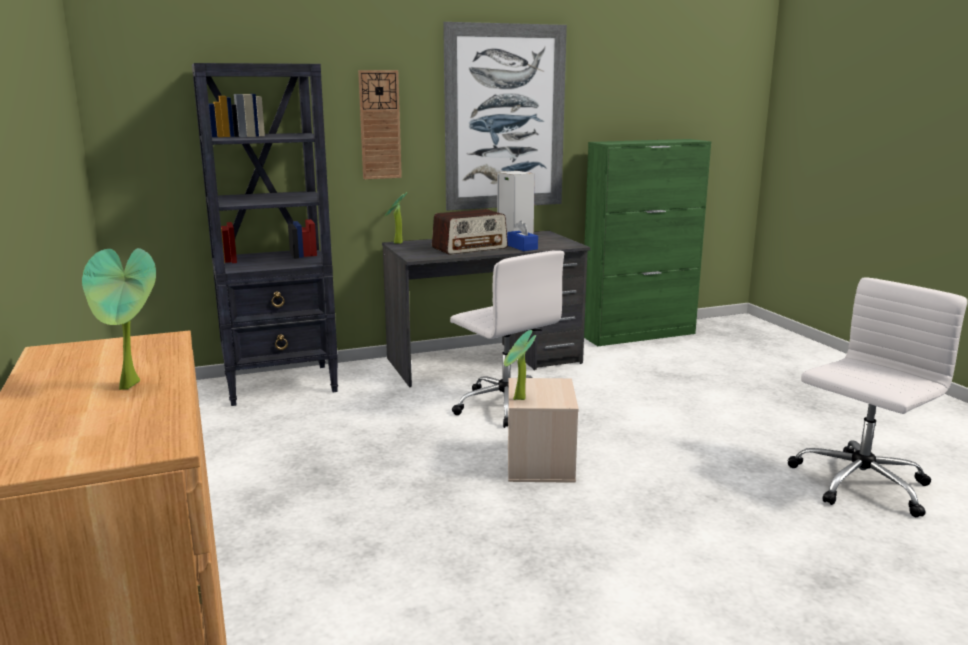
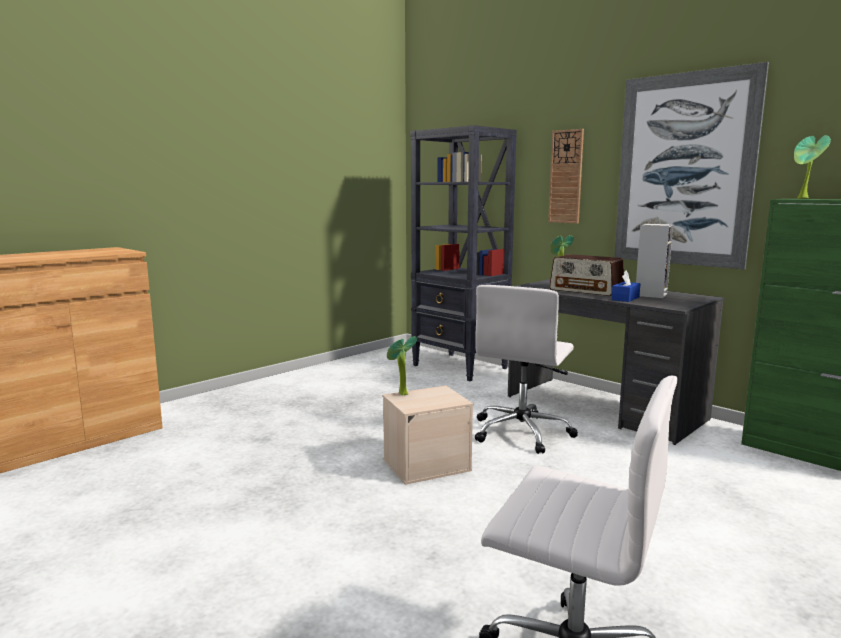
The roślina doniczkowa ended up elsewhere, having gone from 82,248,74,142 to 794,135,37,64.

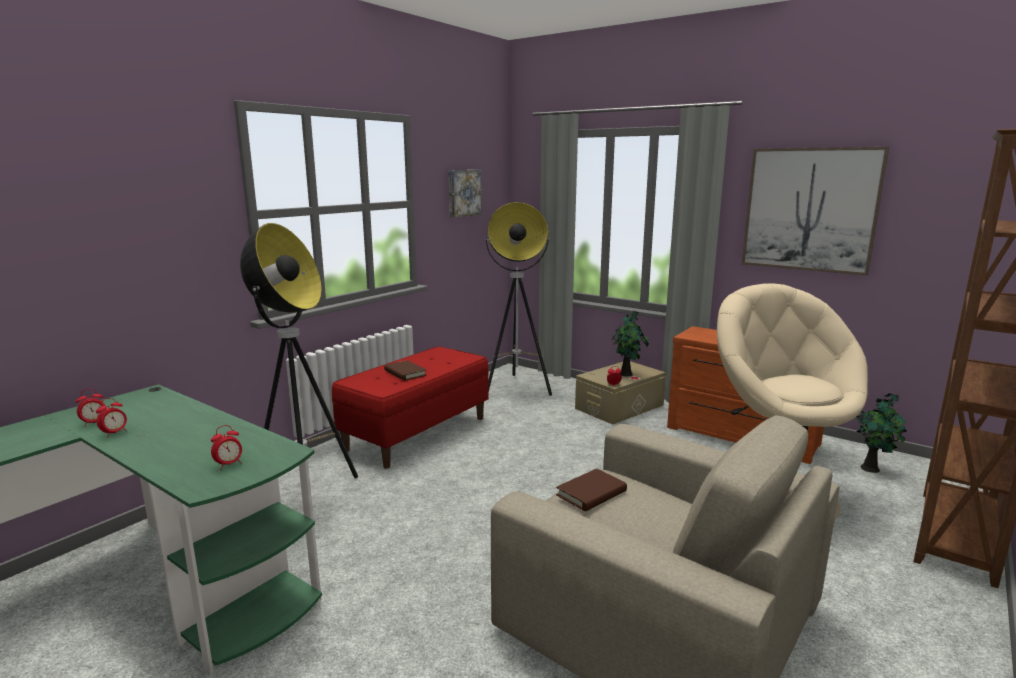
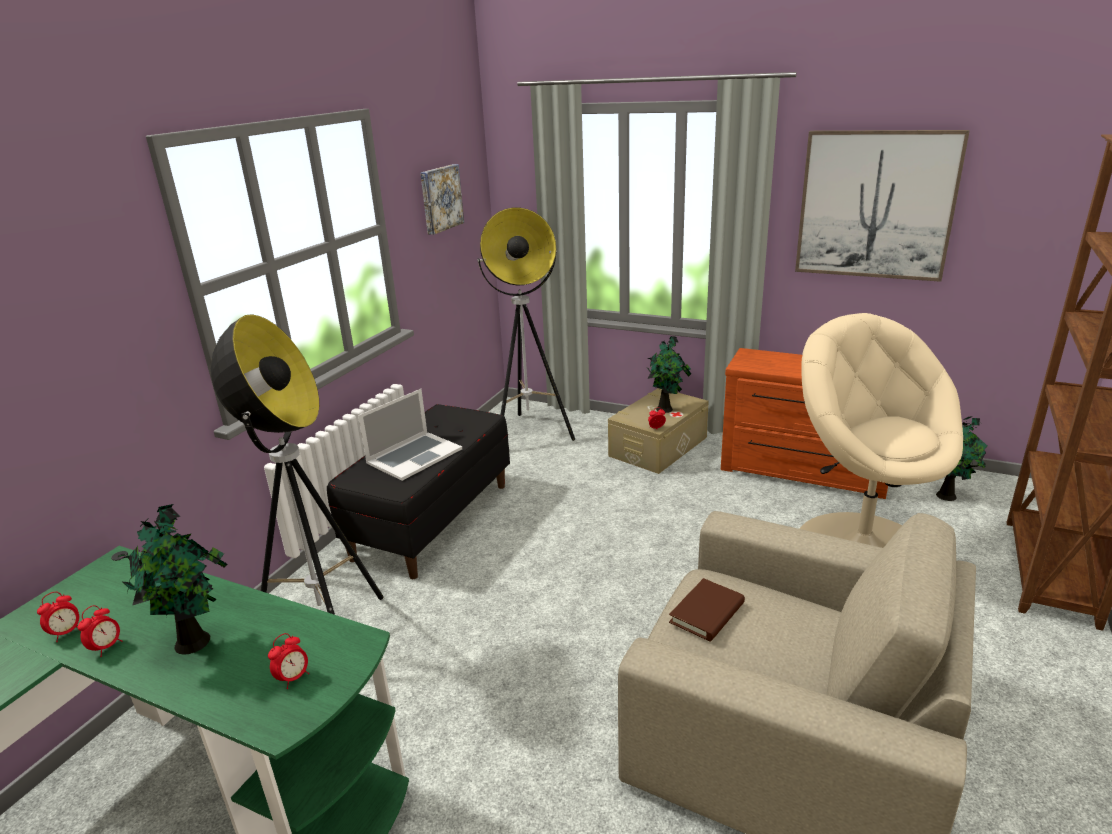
The second view gained the roślina doniczkowa at 121,504,107,151. Where the książka (brązowy) stood at 384,360,43,21, the laptop came to stand at 358,389,104,92. What was the ławka (czerwony) at 332,346,157,123 turned into the ławka (czarny) at 327,404,183,175.

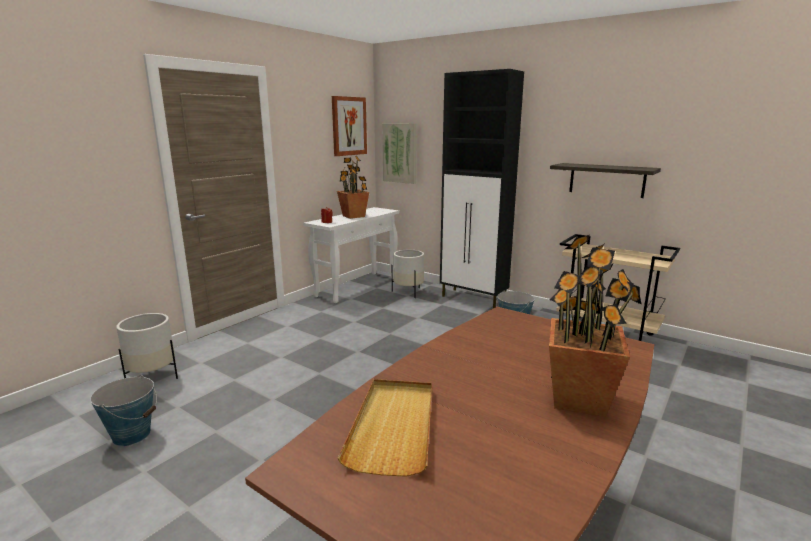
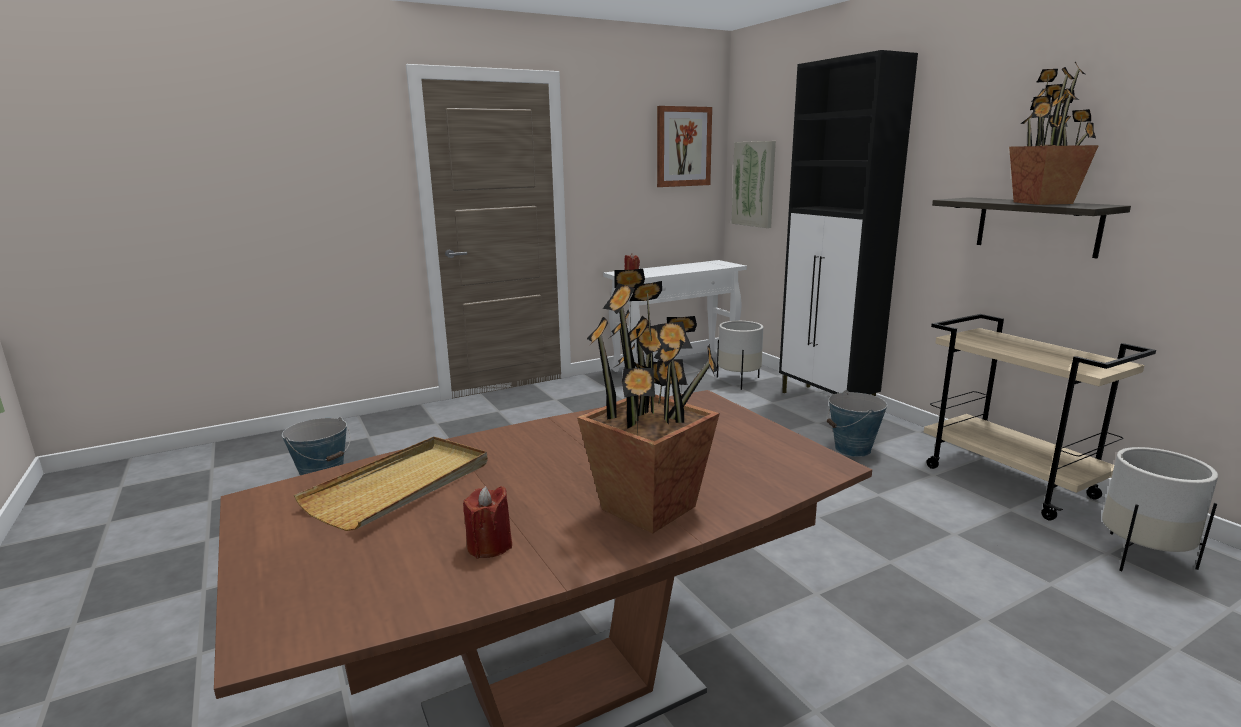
The second view gained the świeca (czerwony) at 463,486,49,73. The donica (biały) ended up elsewhere, having gone from 116,313,62,66 to 1102,447,116,124. The roślina doniczkowa ended up elsewhere, having gone from 337,156,32,63 to 1009,61,90,144.

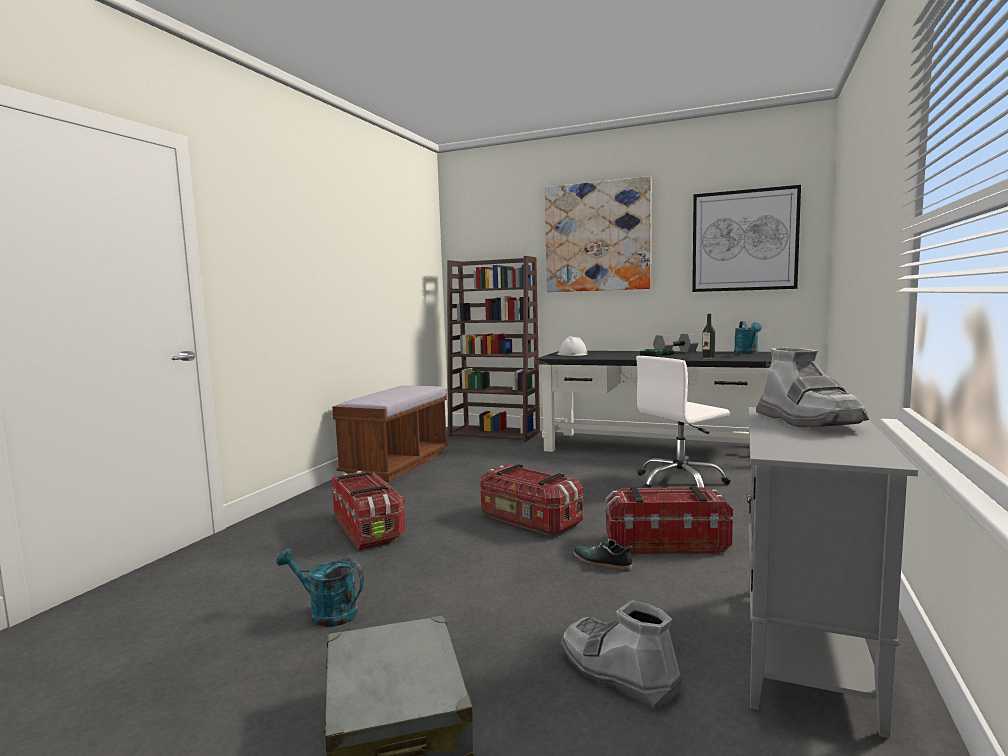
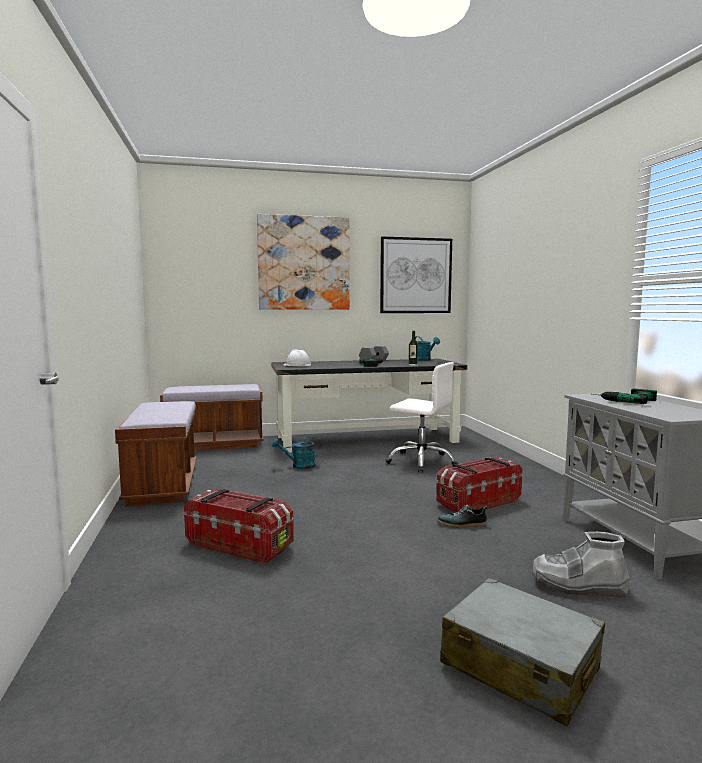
The second view lost the pojemnik do przechowywania at 480,464,104,71. The konewka (turkusowy) ended up elsewhere, having gone from 276,548,88,79 to 272,436,49,33. Where the regał (brązowy) stood at 447,256,93,186, the ławka (brązowy) came to stand at 160,384,103,67. Where the but z cholewką (szary) stood at 756,348,113,79, the wiertarka came to stand at 591,388,66,16. The krzesło biurowe (biały) at 636,356,95,132 ended up facing another way, 90 degrees counterclockwise from before.

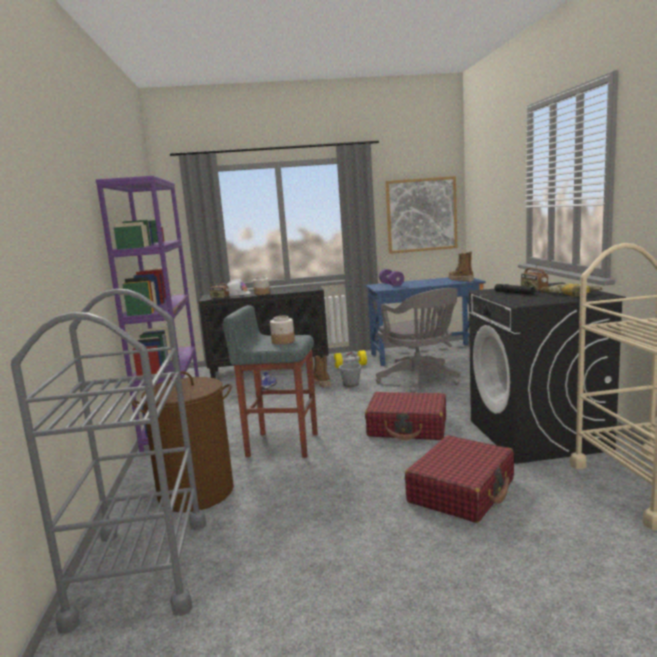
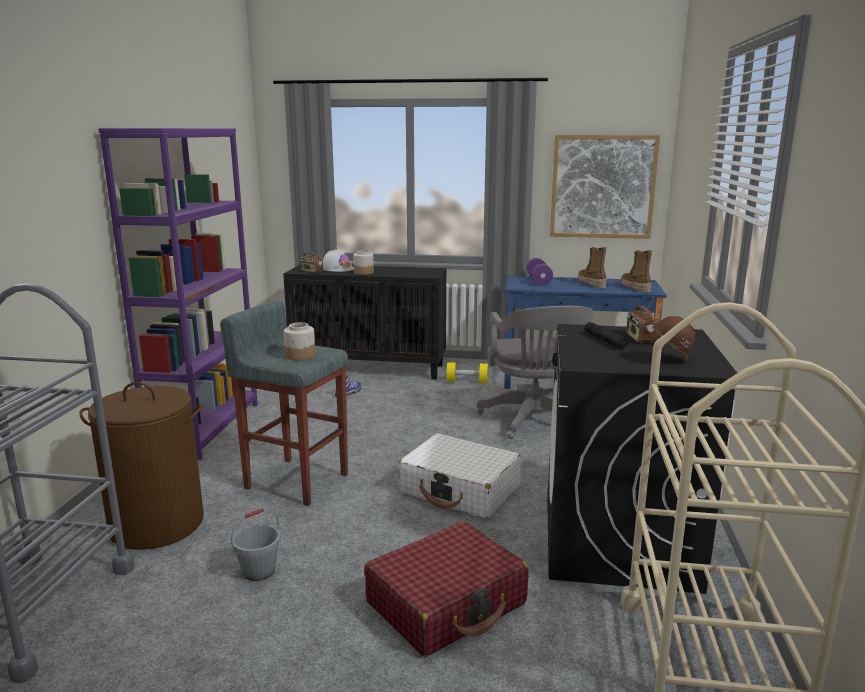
The but z cholewką ended up elsewhere, having gone from 313,355,18,33 to 578,247,29,41. The wiadro (szary) ended up elsewhere, having gone from 339,352,23,35 to 231,508,50,73. Where the wiertarka stood at 540,283,62,14, the kask (brązowy) came to stand at 652,316,43,45. What was the walizka (czerwony) at 365,392,81,48 turned into the walizka (biały) at 398,433,123,86.

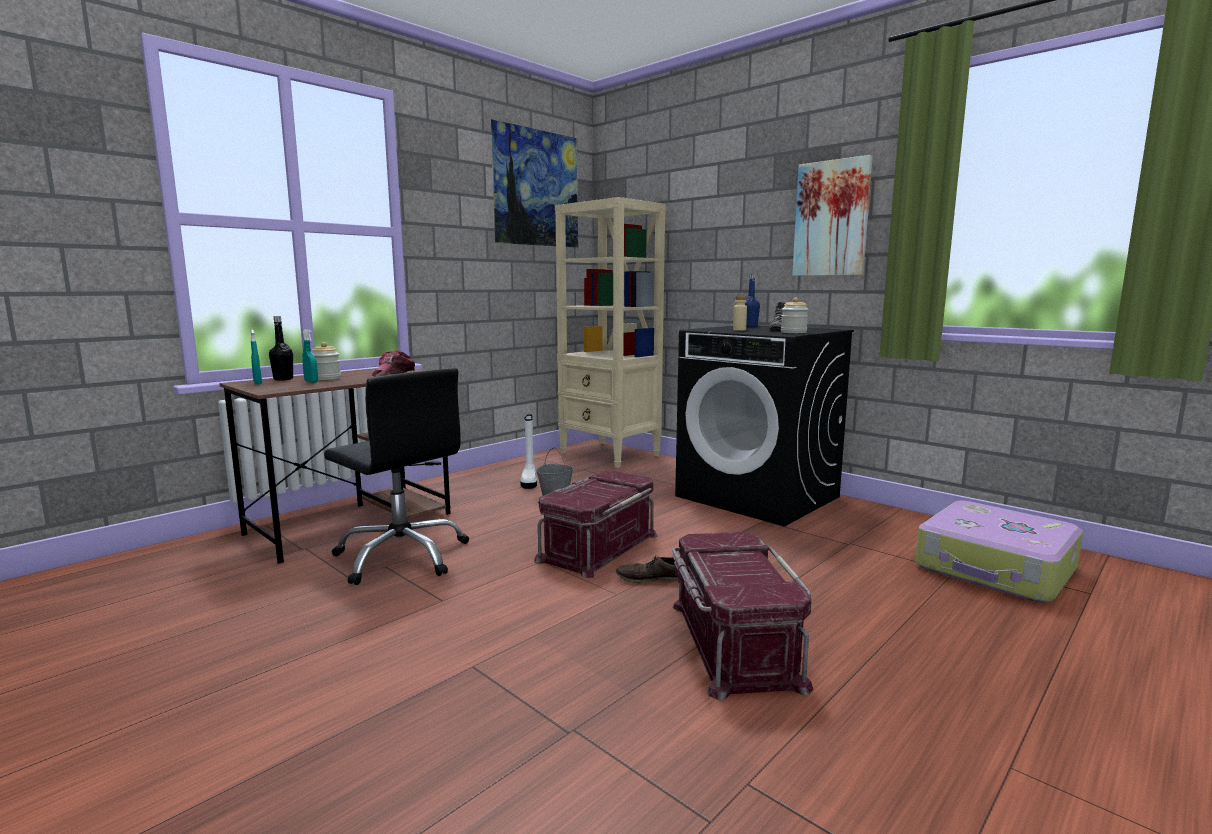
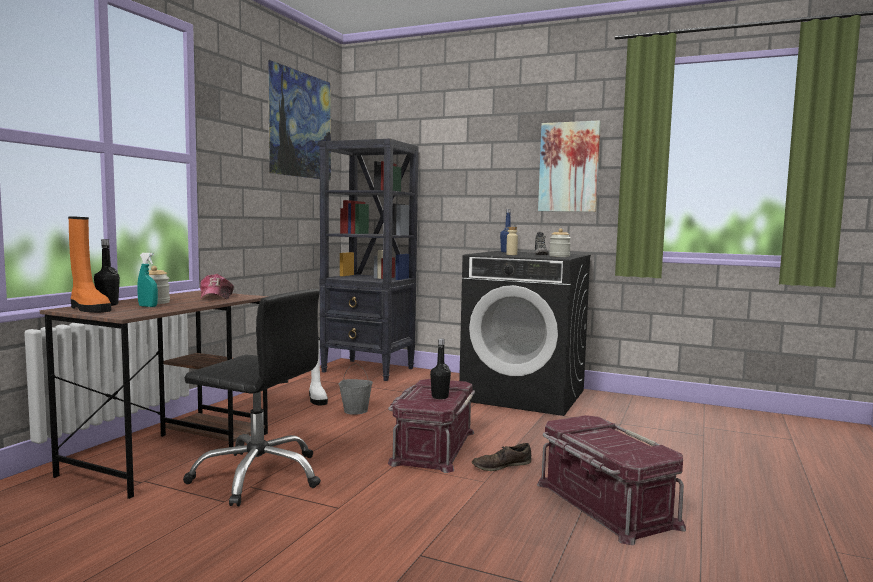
The second view lost the walizka at 915,500,168,103. The second view gained the butelka (czarny) at 430,339,21,60. Where the spryskiwacz (turkusowy) stood at 250,329,12,55, the but z cholewką (pomarańczowy) came to stand at 68,216,43,97. What was the regał (beżowy) at 555,197,111,271 turned into the regał (czarny) at 319,139,100,242.

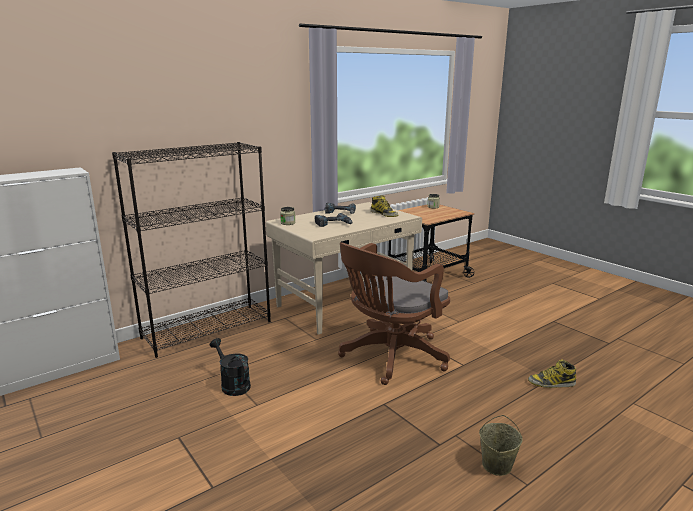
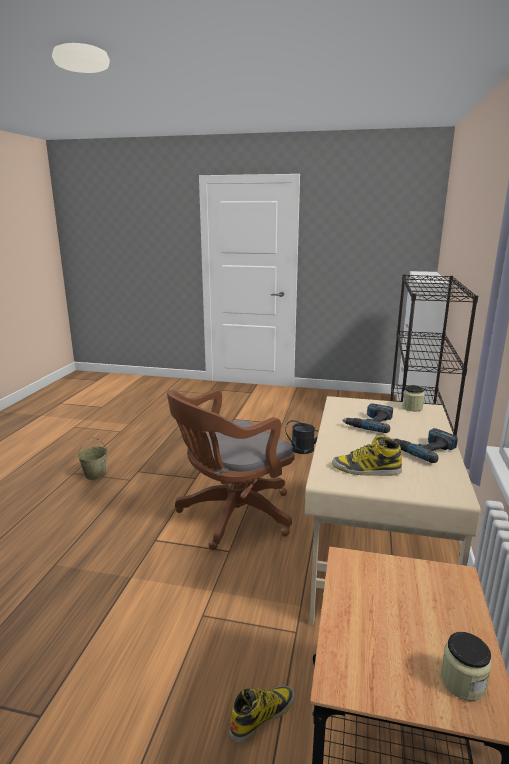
The but z cholewką ended up elsewhere, having gone from 528,360,48,28 to 229,686,66,57. The krzesło biurowe (brązowy) at 338,243,112,142 ended up facing another way, 135 degrees counterclockwise from before.

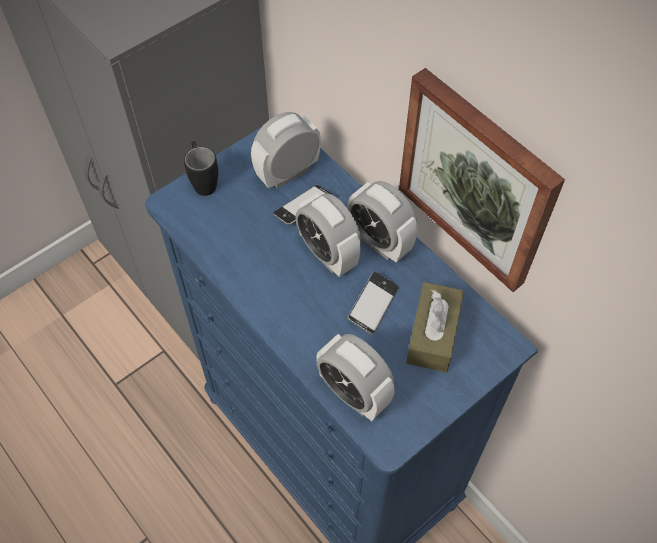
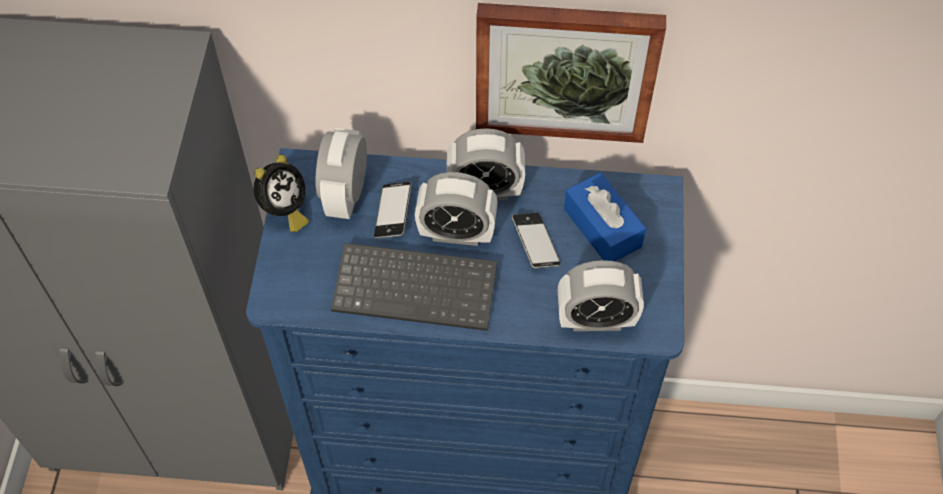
The second view lost the kubek (czarny) at 184,141,34,55. The second view gained the budzik at 254,154,55,78. The second view gained the klawiatura at 331,243,166,88. What was the pudełko chusteczek (brązowy) at 406,282,58,91 turned into the pudełko chusteczek (niebieski) at 564,173,82,88.

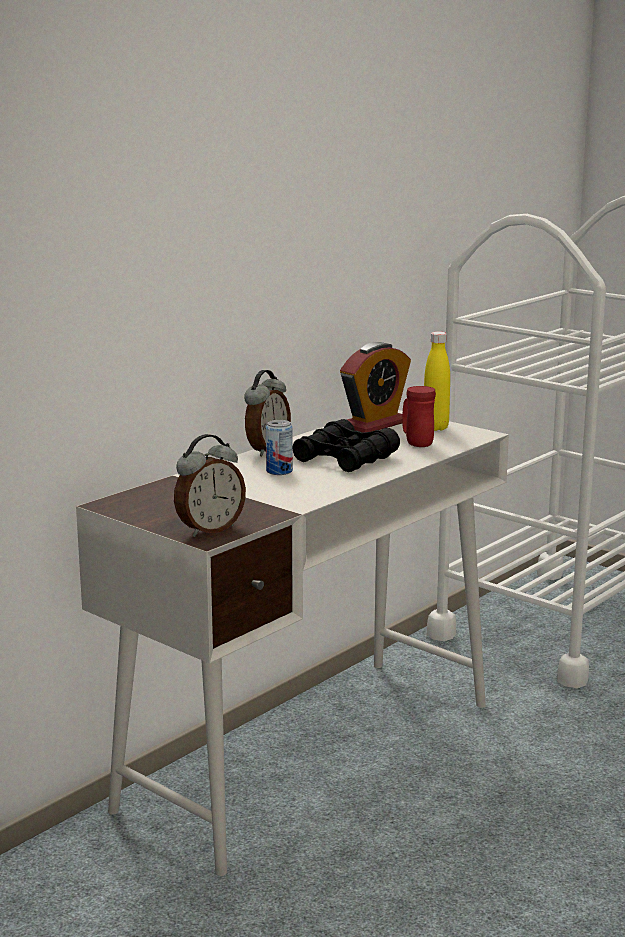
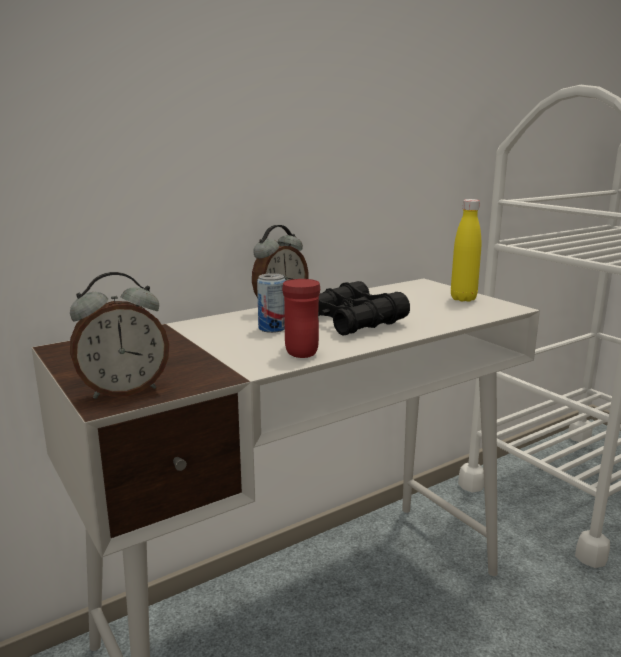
The second view lost the budzik at 340,342,71,91. The kubek (czerwony) ended up elsewhere, having gone from 402,386,34,61 to 282,279,38,79.

